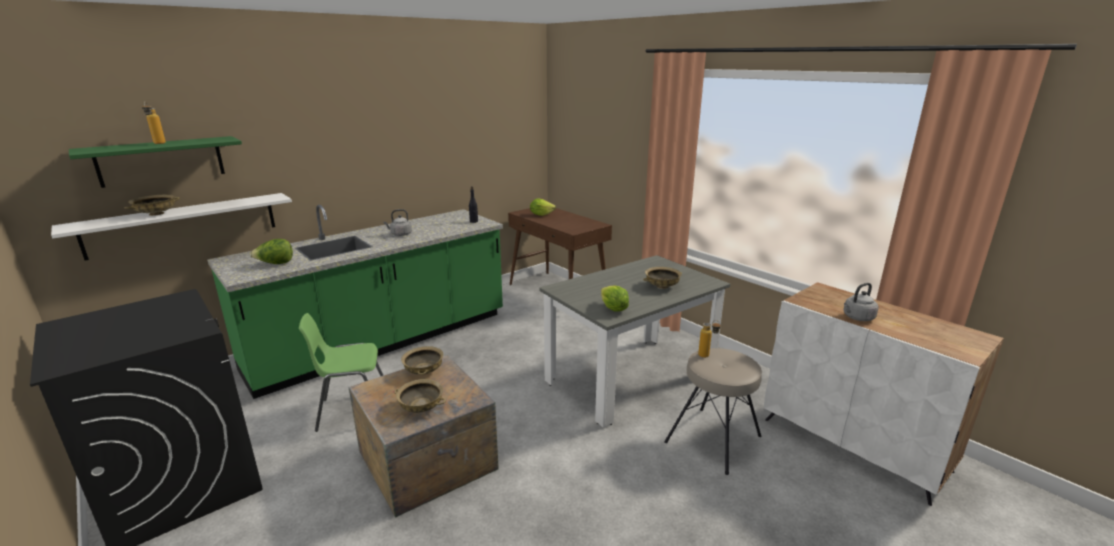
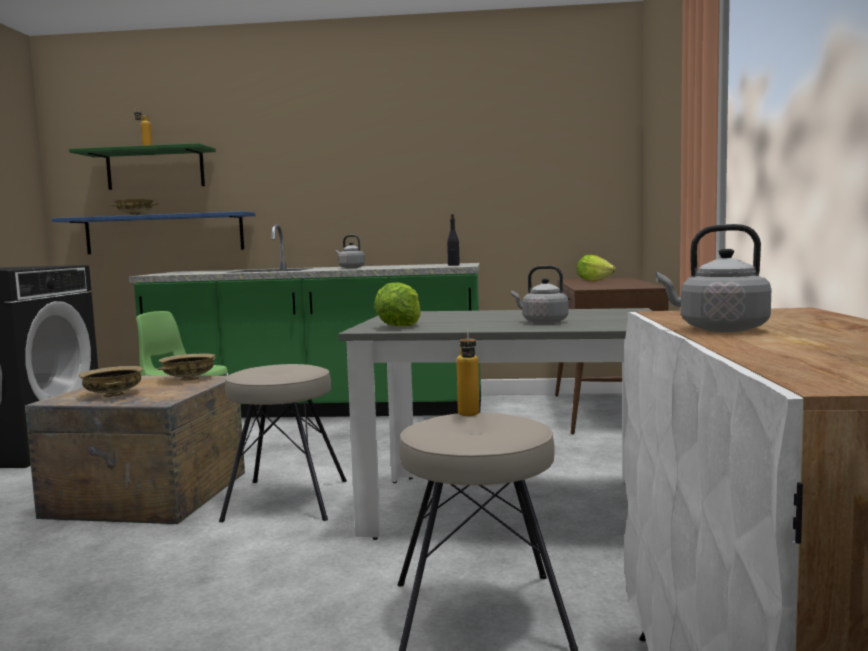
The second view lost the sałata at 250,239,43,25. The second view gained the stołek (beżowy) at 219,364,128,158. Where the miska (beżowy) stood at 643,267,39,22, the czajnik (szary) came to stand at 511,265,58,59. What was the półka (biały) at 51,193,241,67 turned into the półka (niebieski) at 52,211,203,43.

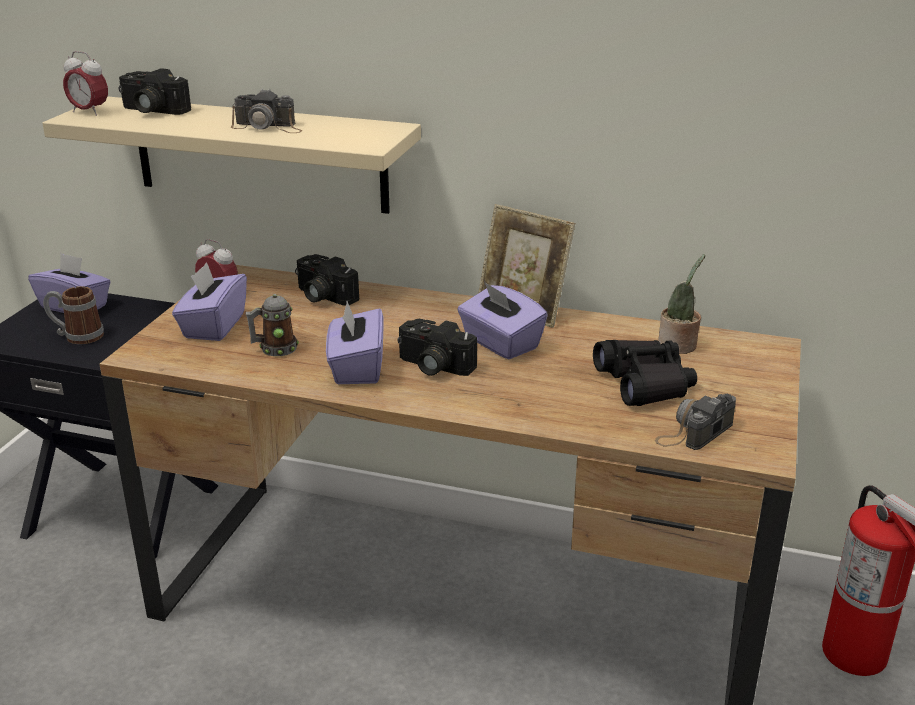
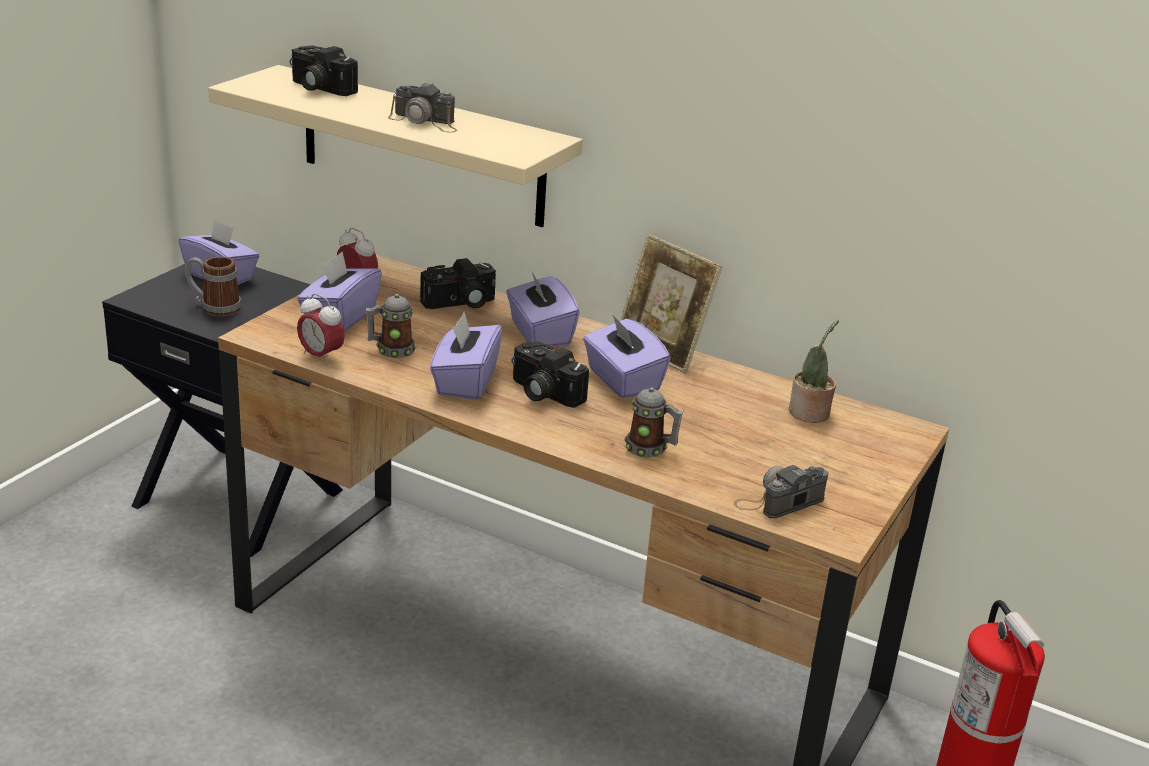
The second view lost the lornetka (czarny) at 593,340,104,66. The second view gained the pudełko chusteczek (fioletowy) at 506,270,74,78. The second view gained the kubek at 624,388,60,70. The budzik ended up elsewhere, having gone from 63,51,45,65 to 297,293,48,72. The aparat fotograficzny at 295,254,64,52 ended up facing another way, 75 degrees counterclockwise from before.

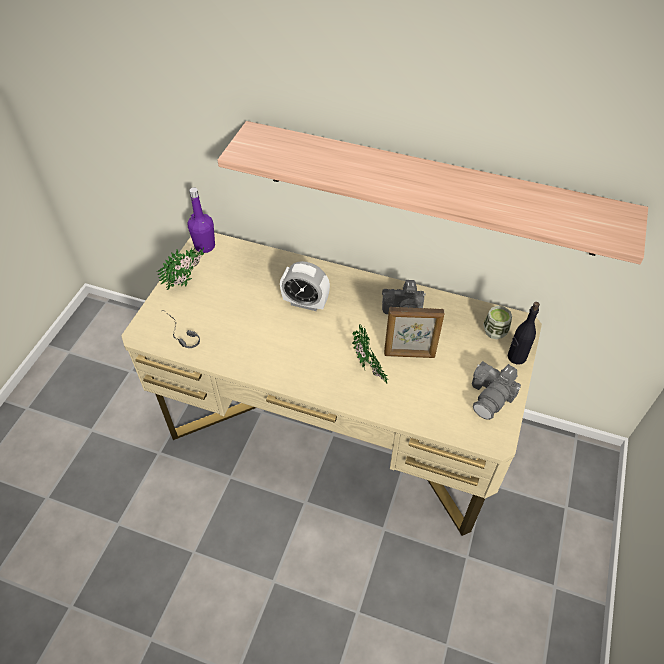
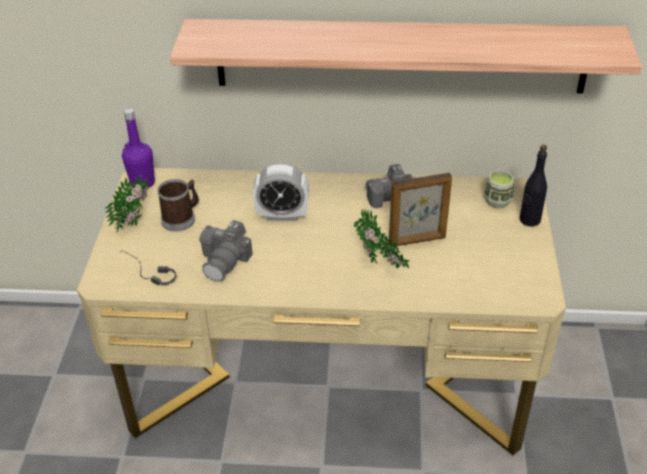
The second view gained the kubek at 157,179,42,53. The aparat fotograficzny ended up elsewhere, having gone from 472,361,49,59 to 199,220,54,62.

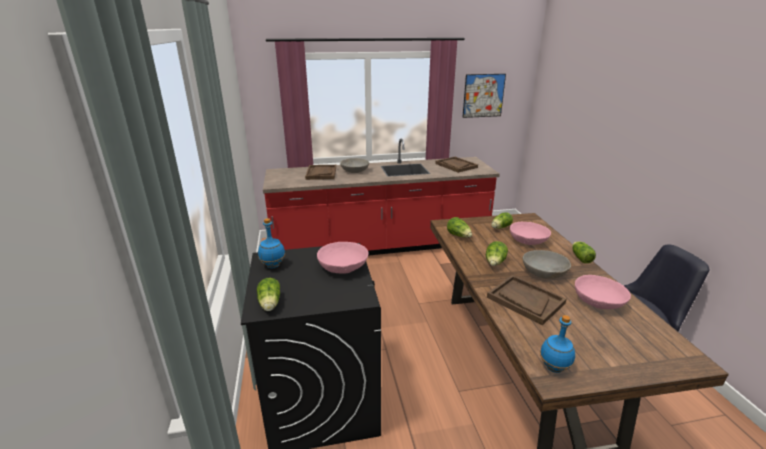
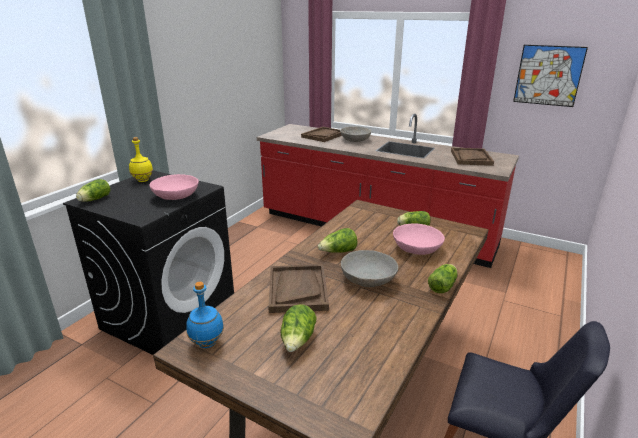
The second view lost the miska (różowy) at 575,275,56,34. The sałata ended up elsewhere, having gone from 447,217,25,21 to 280,304,37,48. What was the butelka (niebieski) at 258,218,27,50 turned into the butelka (żółty) at 129,137,24,45.

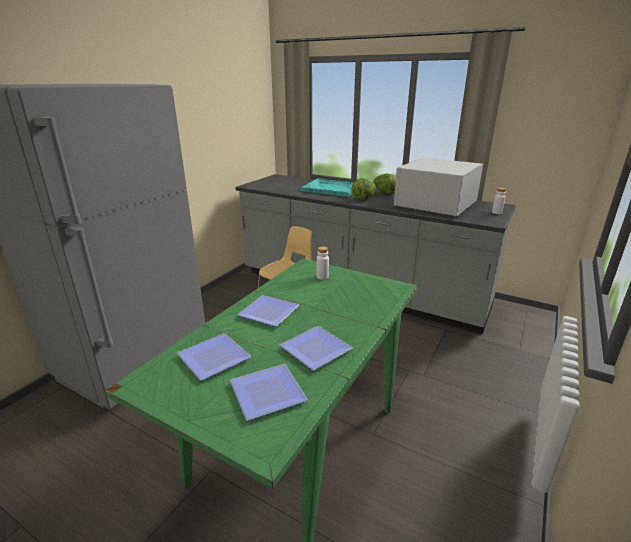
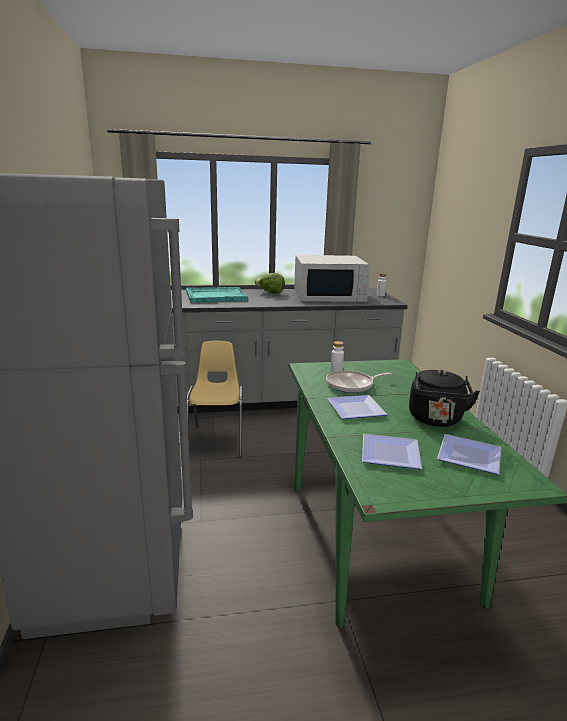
The second view lost the sałata at 351,178,25,22. The second view gained the patelnia at 326,370,66,23. Where the talerz stood at 279,326,74,45, the czajnik (czarny) came to stand at 409,370,71,57. The mikrofalówka (biały) at 394,157,89,60 ended up facing another way, 90 degrees counterclockwise from before.

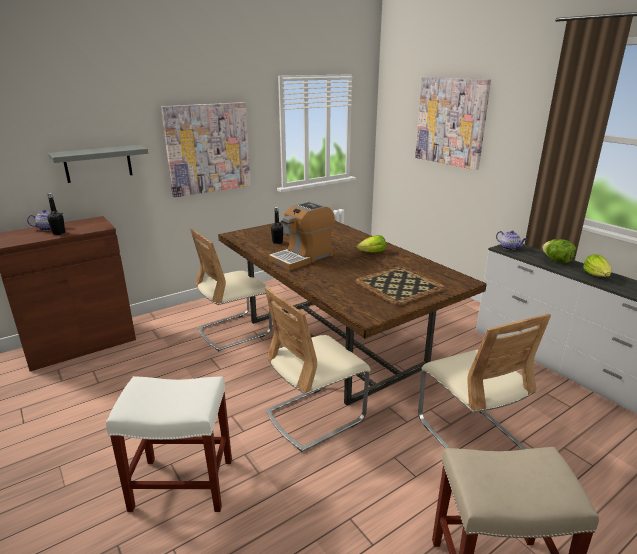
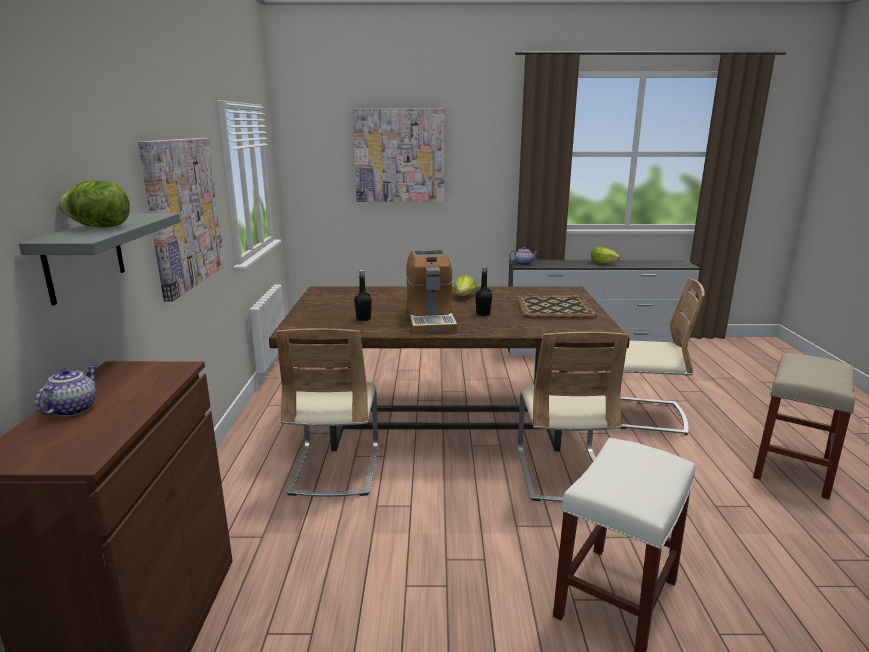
The butelka (czarny) ended up elsewhere, having gone from 47,193,18,42 to 475,266,17,50. The sałata ended up elsewhere, having gone from 542,239,34,24 to 59,180,71,48.

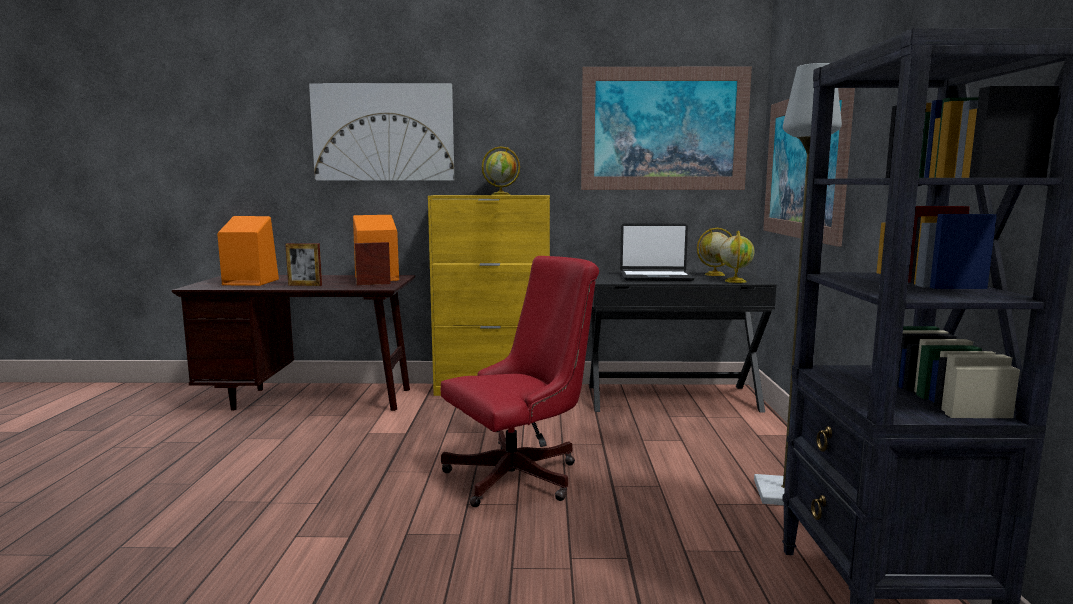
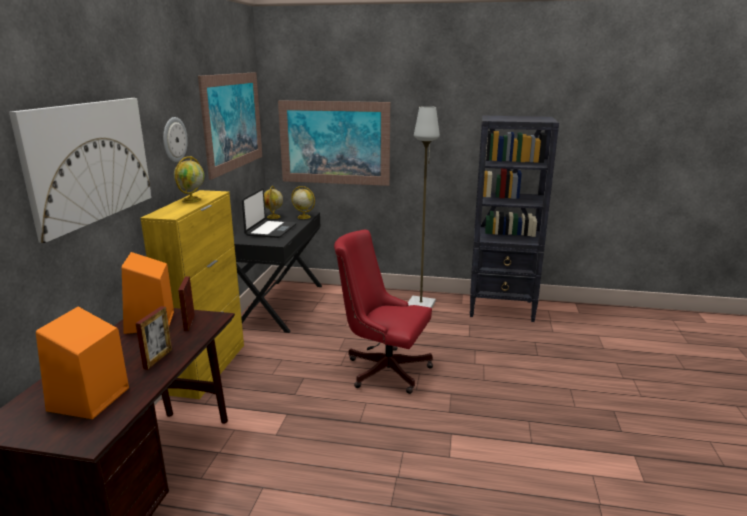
The second view gained the zegar ścienny at 163,117,25,45. The krzesło biurowe (czerwony) at 441,256,158,251 ended up facing another way, 45 degrees counterclockwise from before.

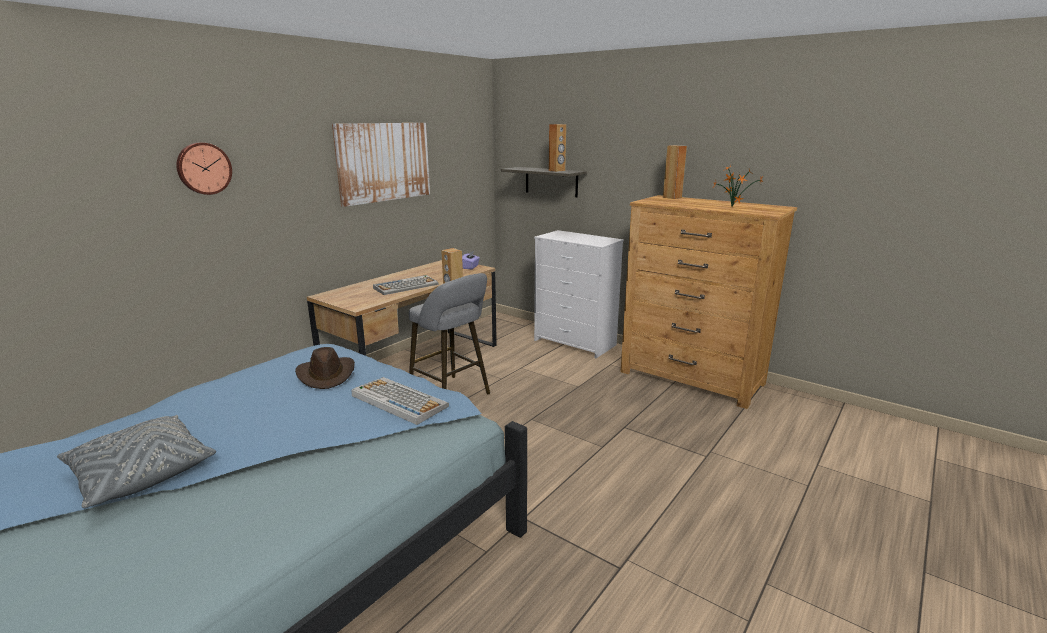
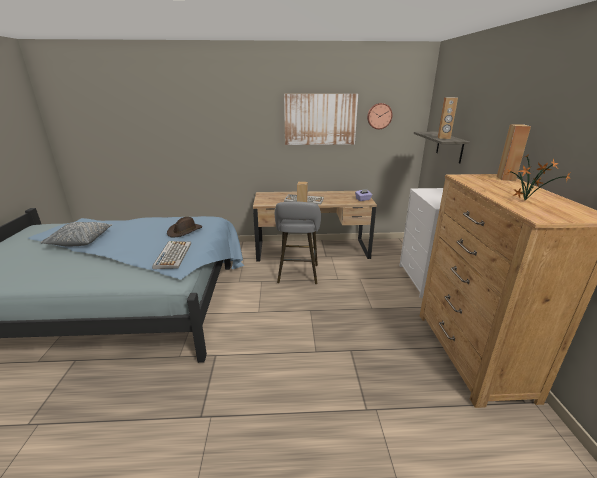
The zegar ścienny ended up elsewhere, having gone from 176,142,56,53 to 367,103,25,26.

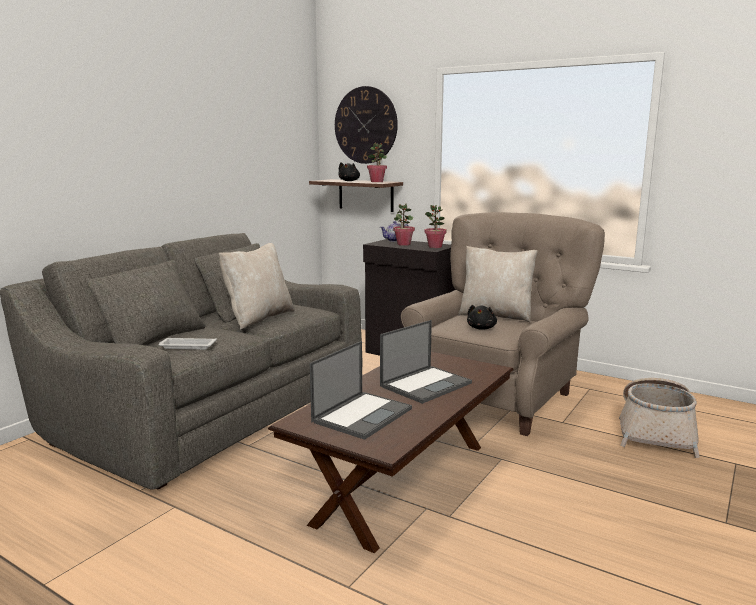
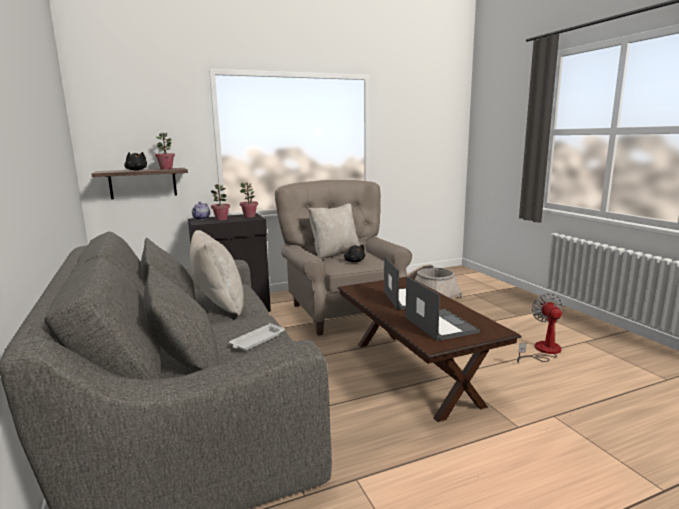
The second view lost the zegar ścienny at 335,86,63,78. The second view gained the wentylator at 517,293,45,70.

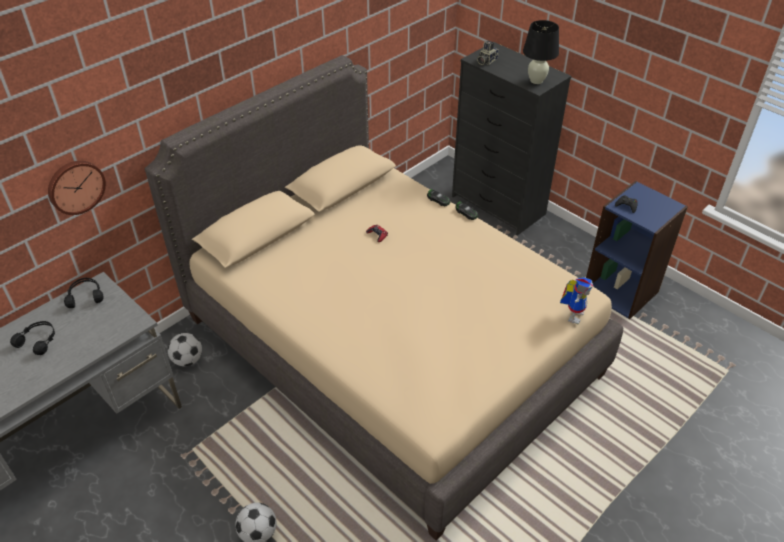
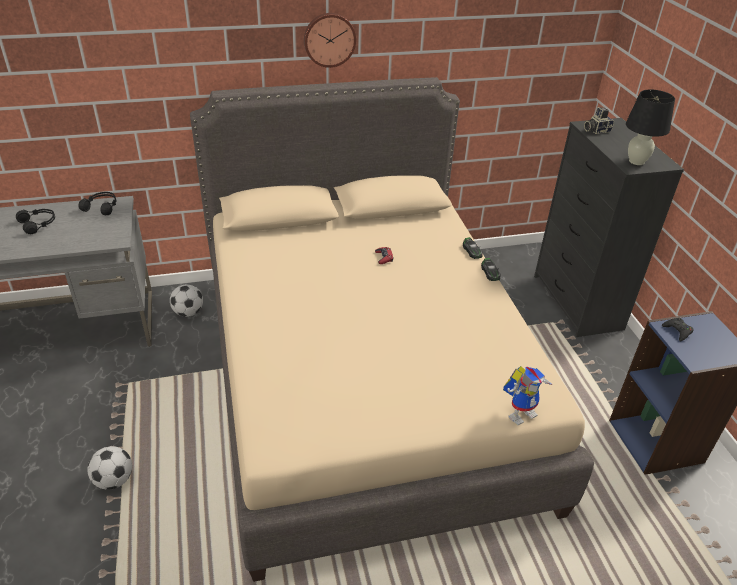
The zegar ścienny ended up elsewhere, having gone from 48,161,58,54 to 304,13,52,55.

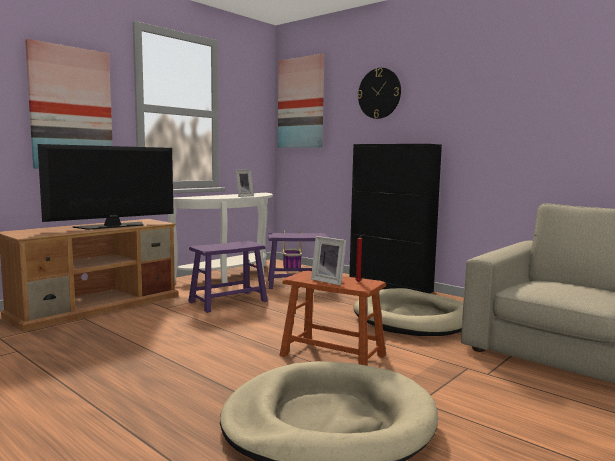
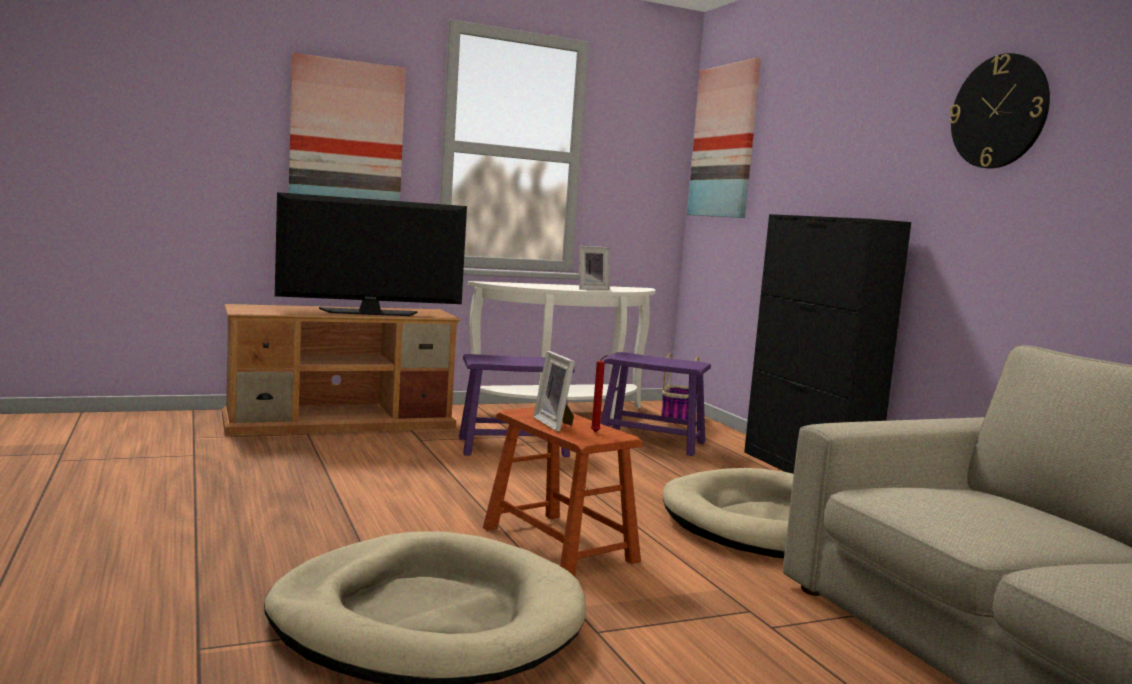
The zegar ścienny ended up elsewhere, having gone from 358,68,43,51 to 949,53,101,116.

